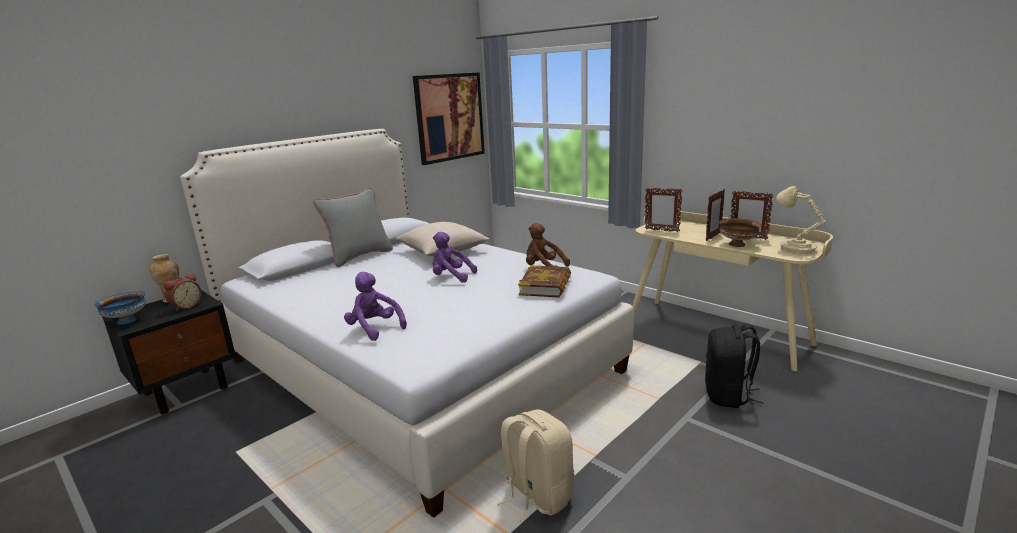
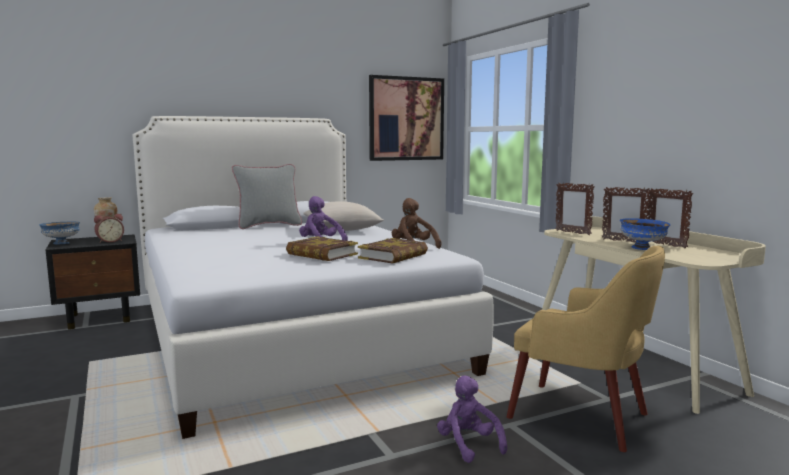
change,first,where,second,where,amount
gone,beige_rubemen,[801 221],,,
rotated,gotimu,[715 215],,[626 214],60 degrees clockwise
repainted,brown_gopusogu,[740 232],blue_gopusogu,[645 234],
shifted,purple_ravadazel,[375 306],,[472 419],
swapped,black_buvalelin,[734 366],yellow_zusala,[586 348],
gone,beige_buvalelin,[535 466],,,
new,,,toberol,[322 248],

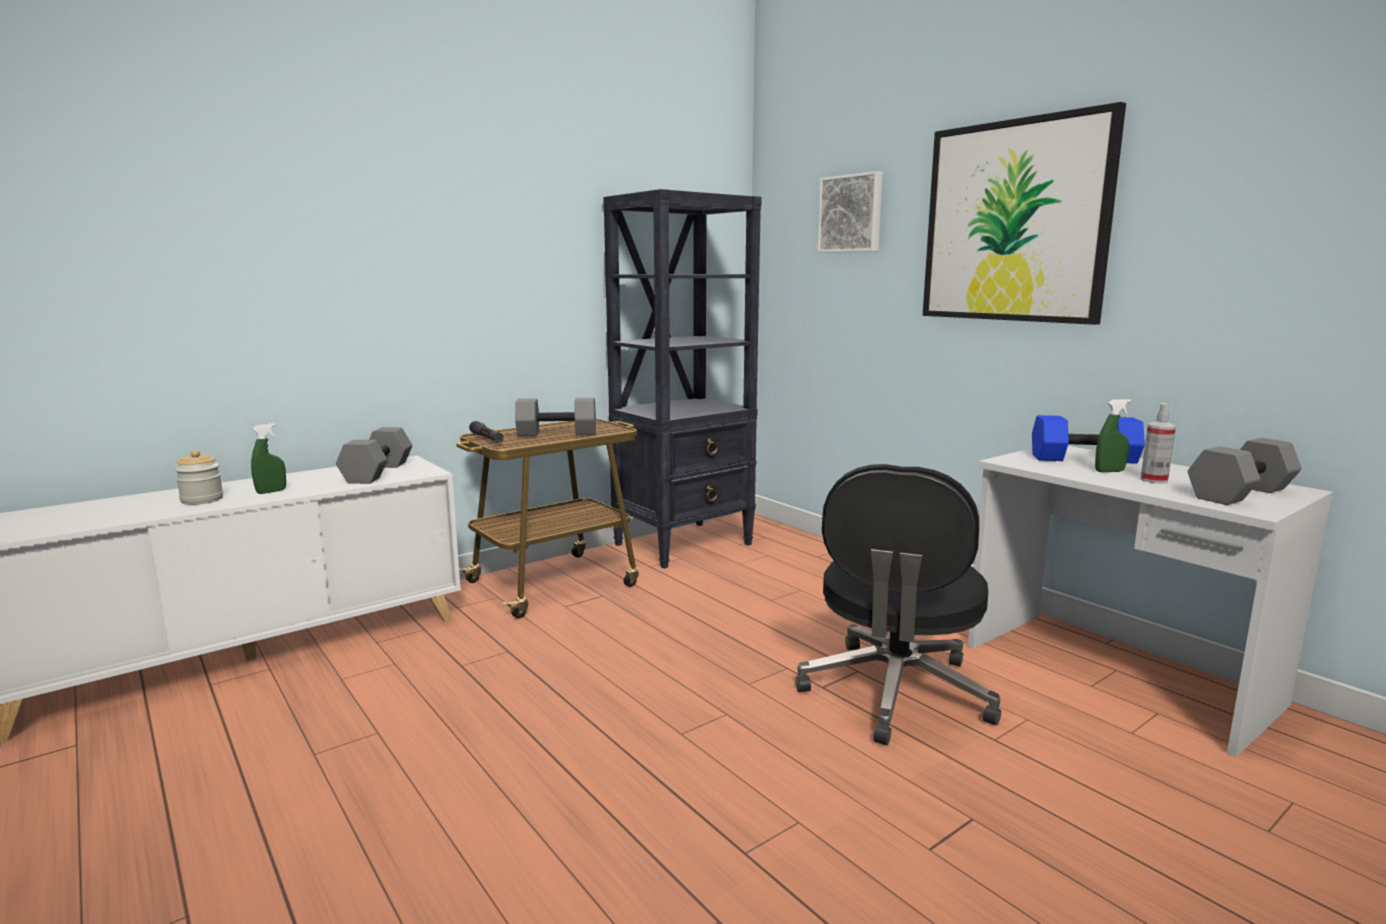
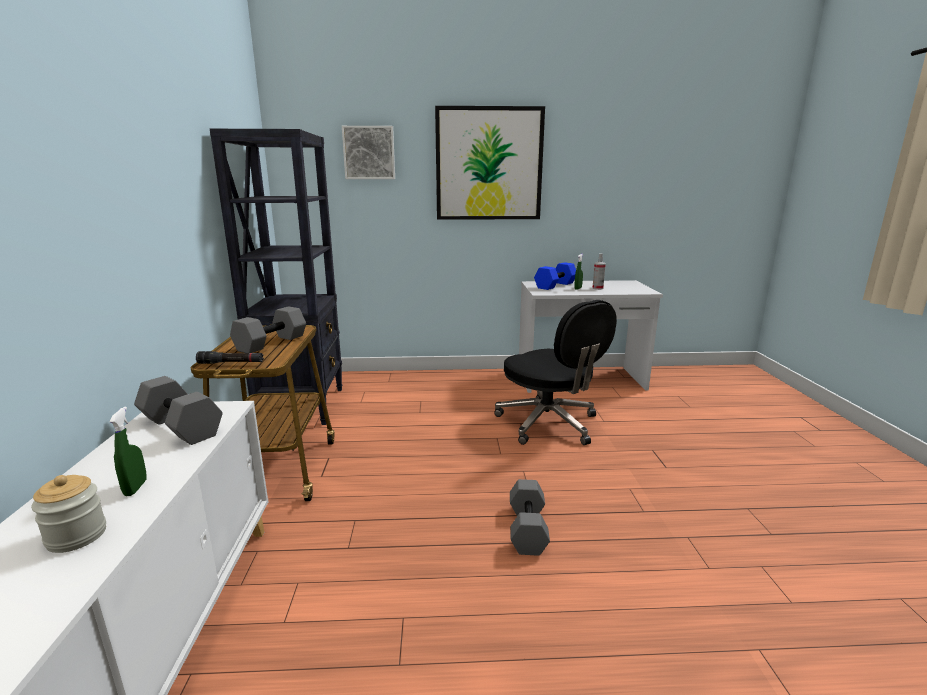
change,first,where,second,where,amount
shifted,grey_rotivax,[1245 471],,[530 517],

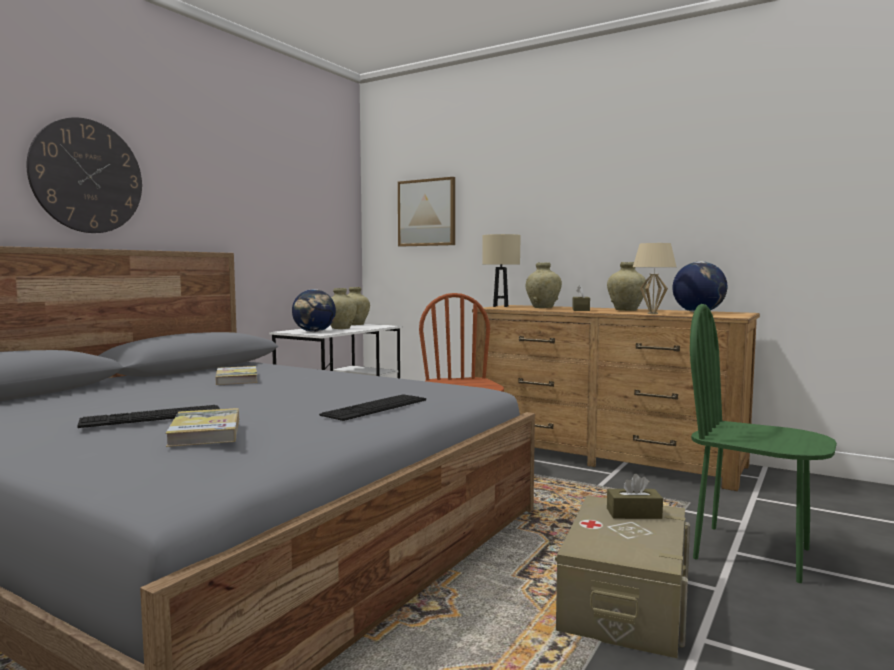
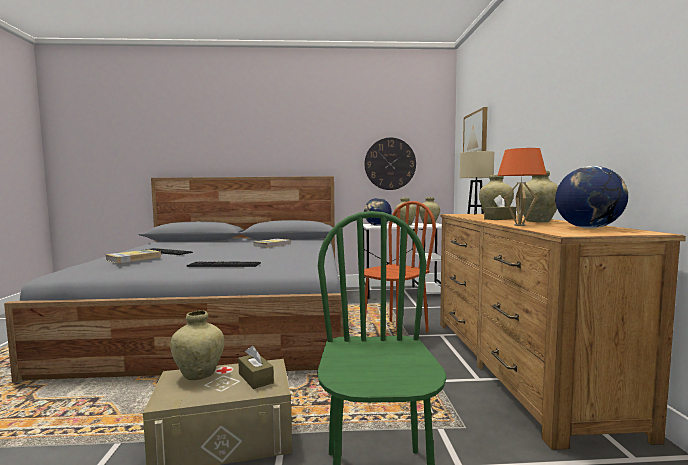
change,first,where,second,where,amount
shifted,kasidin,[84 175],,[390 164],
repainted,beige_rubemen,[654 278],orange_rubemen,[522 187],
new,,,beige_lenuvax,[197 345],

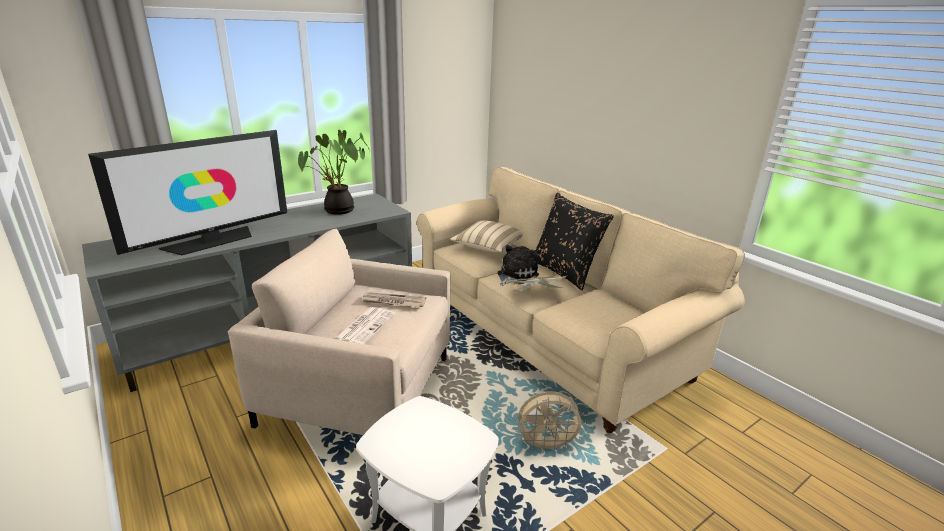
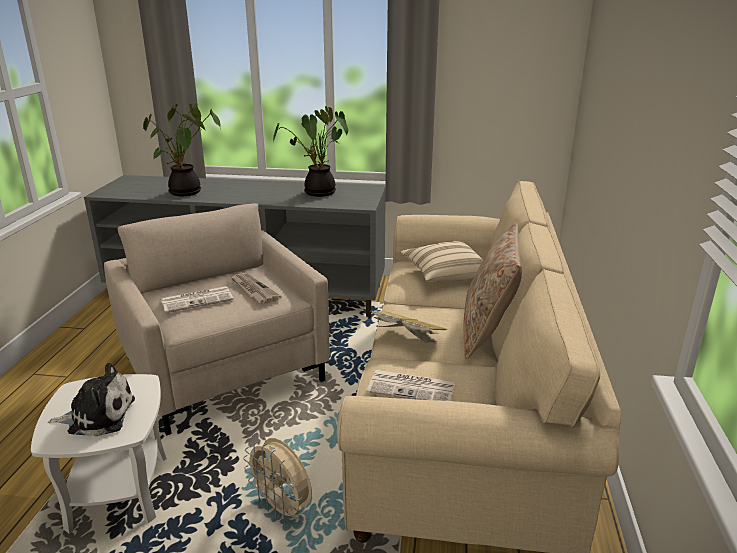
change,first,where,second,where,amount
swapped,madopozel,[187 192],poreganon,[182 149],
repainted,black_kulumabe,[575 241],beige_kulumabe,[493 291],
shifted,ravadazel,[518 265],,[91 400],
new,,,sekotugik,[411 385],

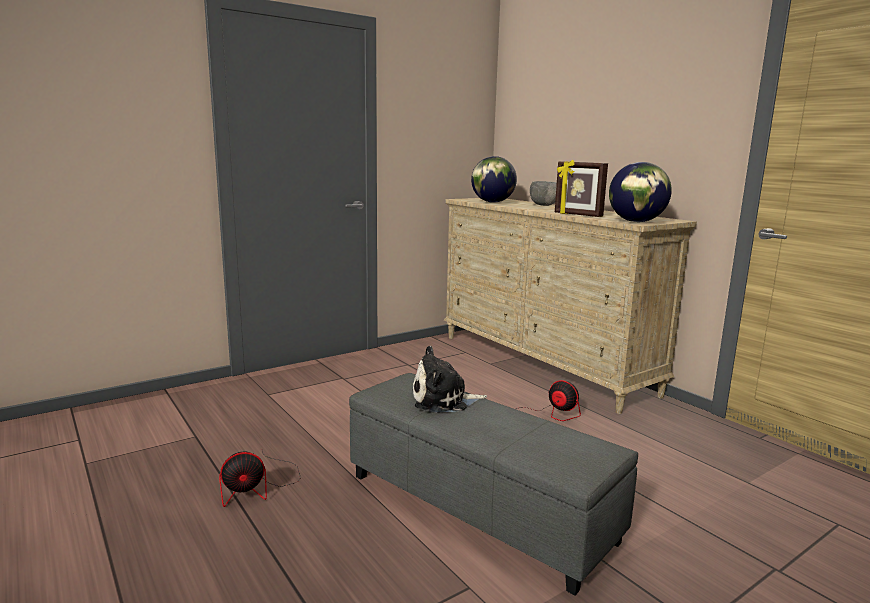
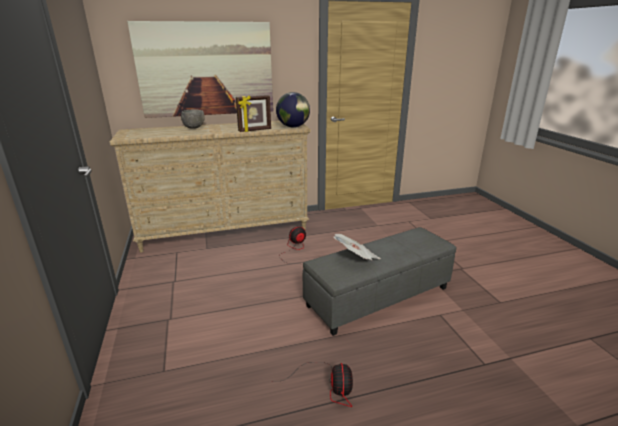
change,first,where,second,where,amount
gone,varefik,[494 179],,,
swapped,ravadazel,[450 379],sekotugik,[357 247],
new,,,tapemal,[200 69],

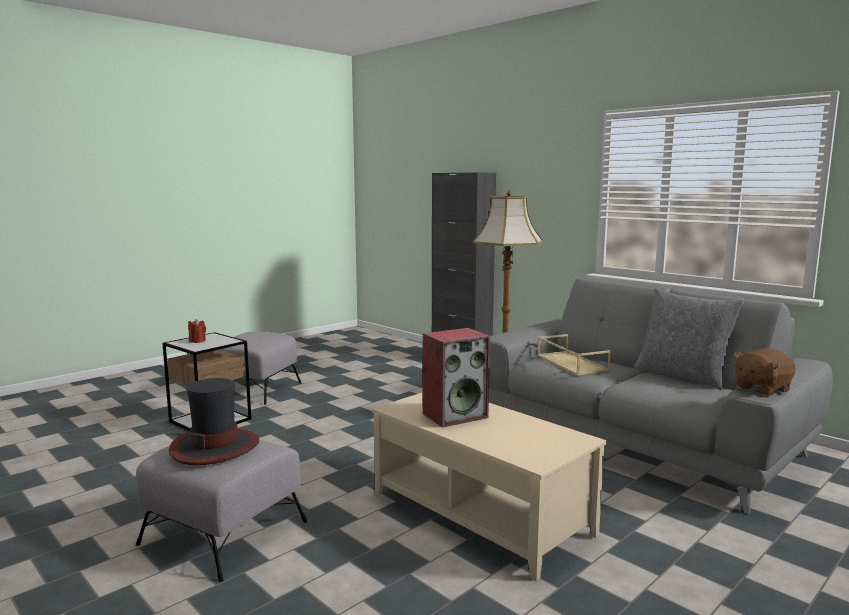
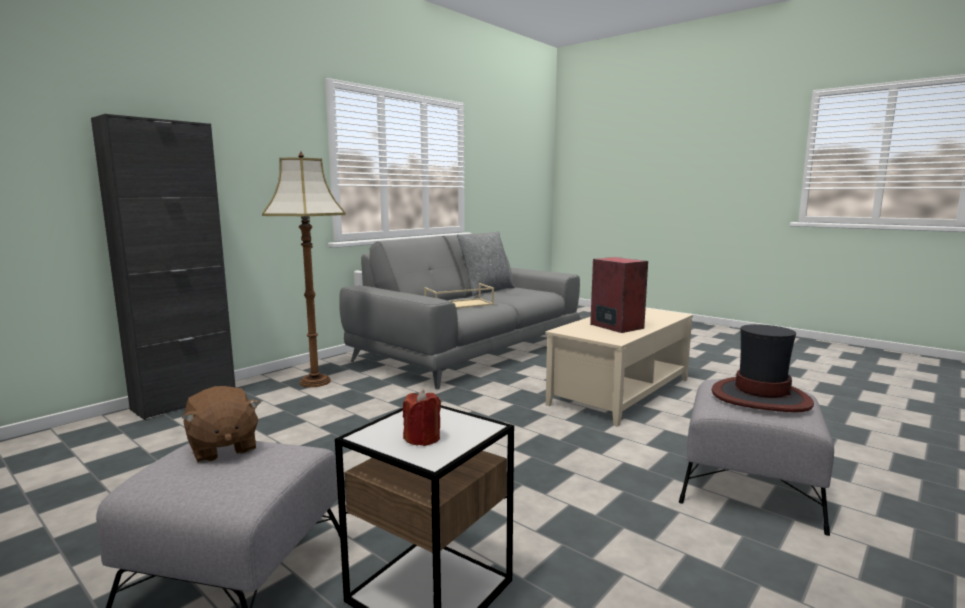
change,first,where,second,where,amount
shifted,brown_ravadazel,[765 372],,[221 424],

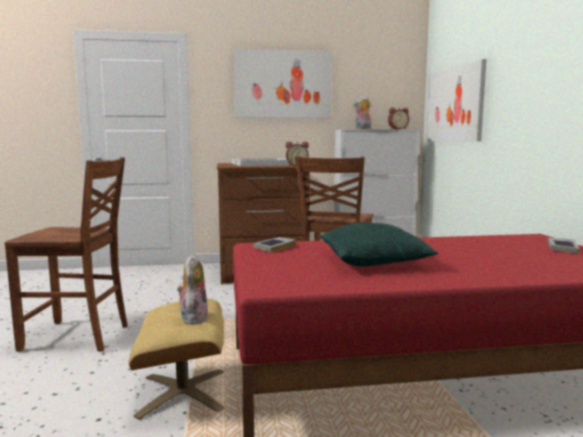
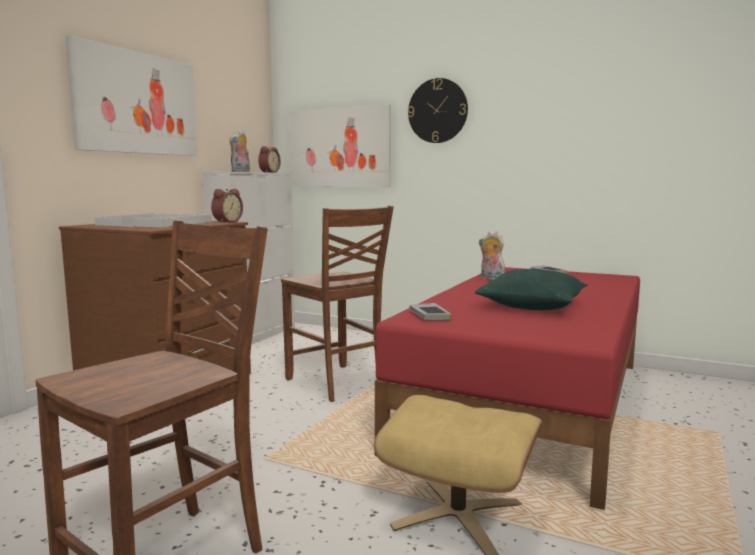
change,first,where,second,where,amount
shifted,ravadazel,[192 289],,[492 255],
new,,,kasidin,[438 110],

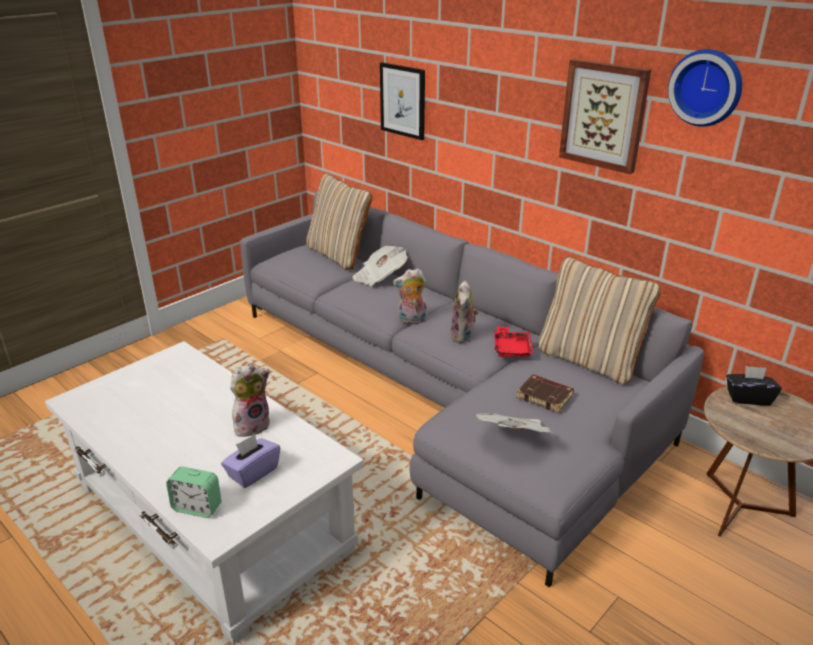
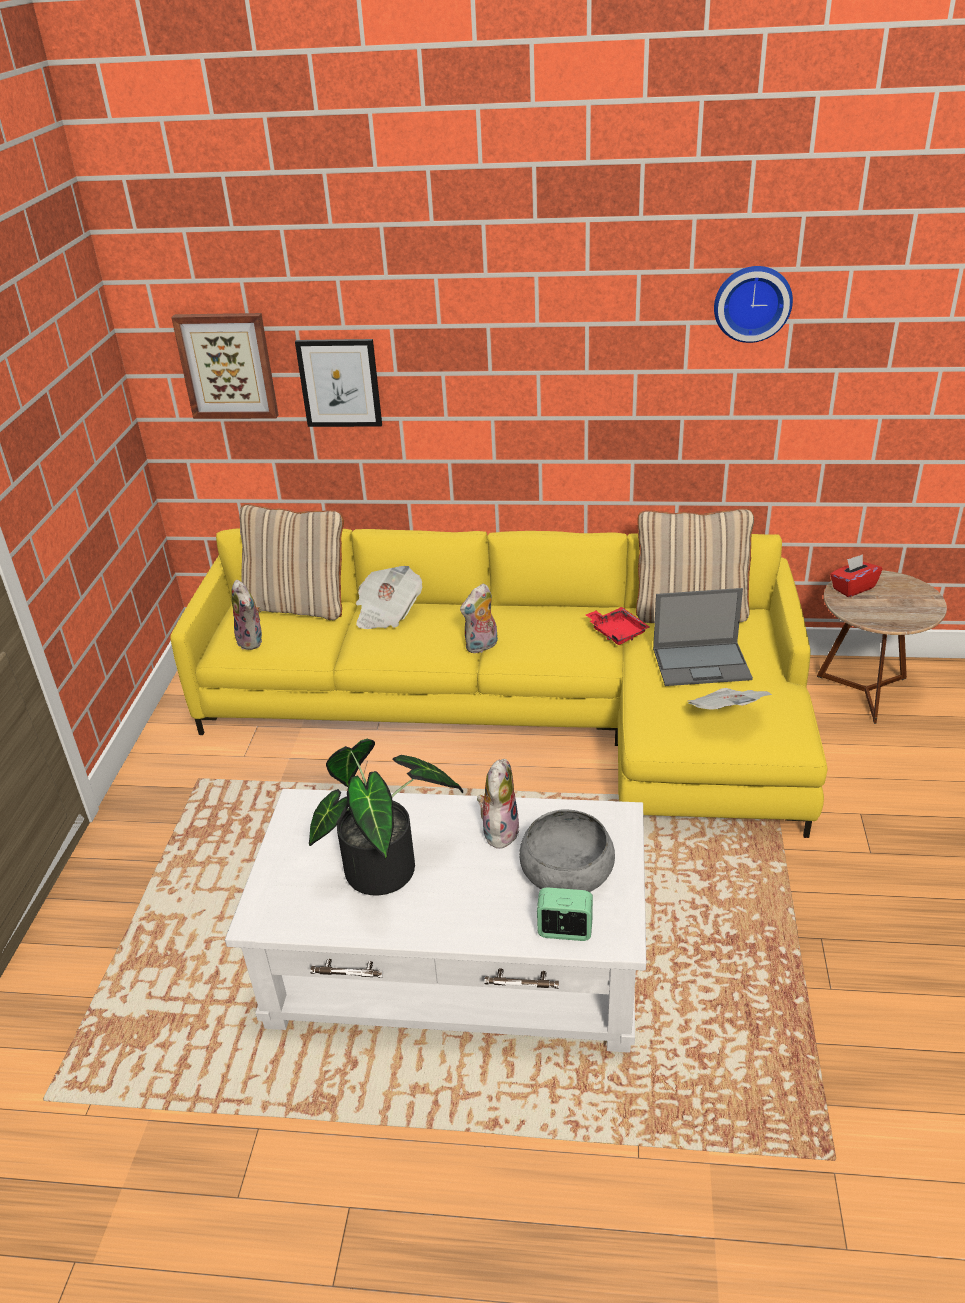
change,first,where,second,where,amount
shifted,tapemal,[605 116],,[224 366],
repainted,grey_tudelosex,[472 389],yellow_tudelosex,[498 683],
shifted,ravadazel,[464 312],,[246 615],
repainted,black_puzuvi,[754 386],red_puzuvi,[856 575],
swapped,brown_toberol,[545 393],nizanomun,[703 637],
swapped,purple_puzuvi,[250 461],grey_gopusogu,[567 851],
rotated,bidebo,[193 492],,[565 914],150 degrees counterclockwise
new,,,poreganon,[386 817],

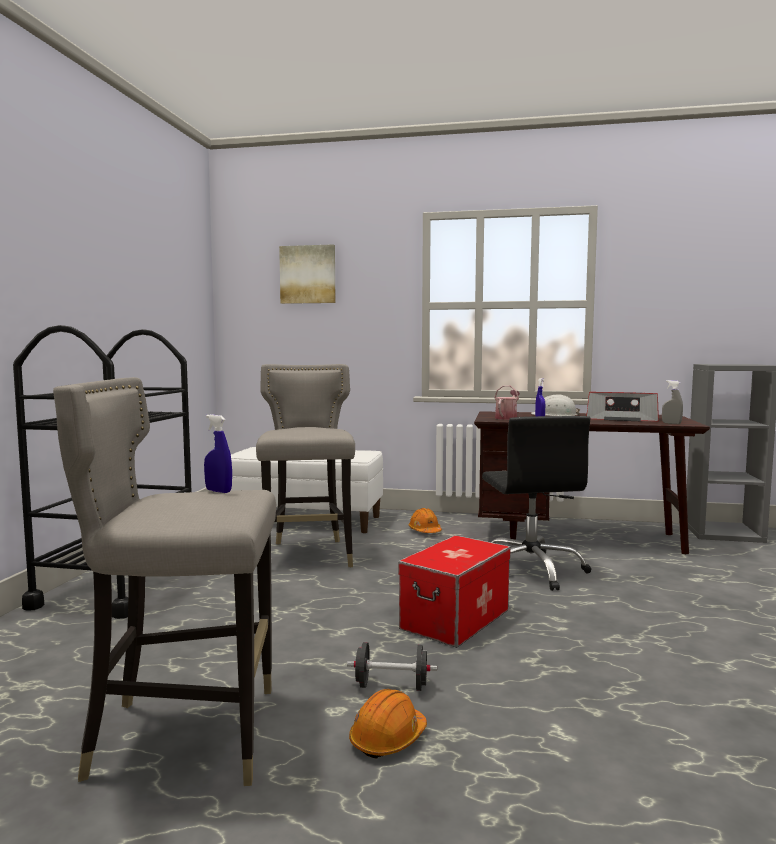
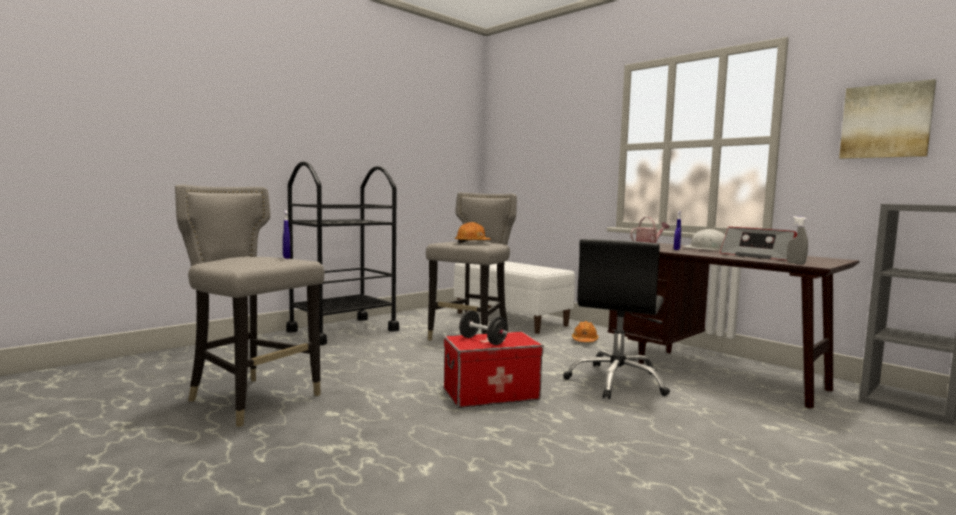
change,first,where,second,where,amount
shifted,tapemal,[307 274],,[887 119],
shifted,black_rotivax,[392 666],,[483 327],
shifted,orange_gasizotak,[388 724],,[473 232],

